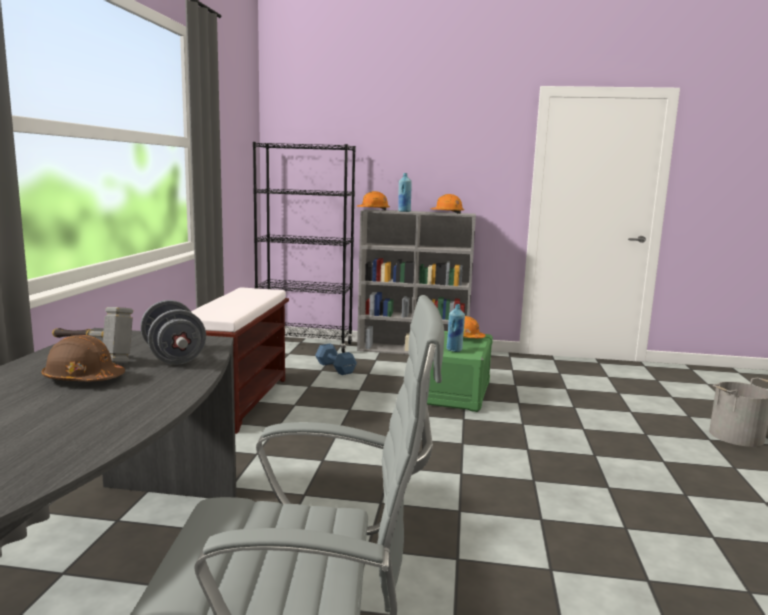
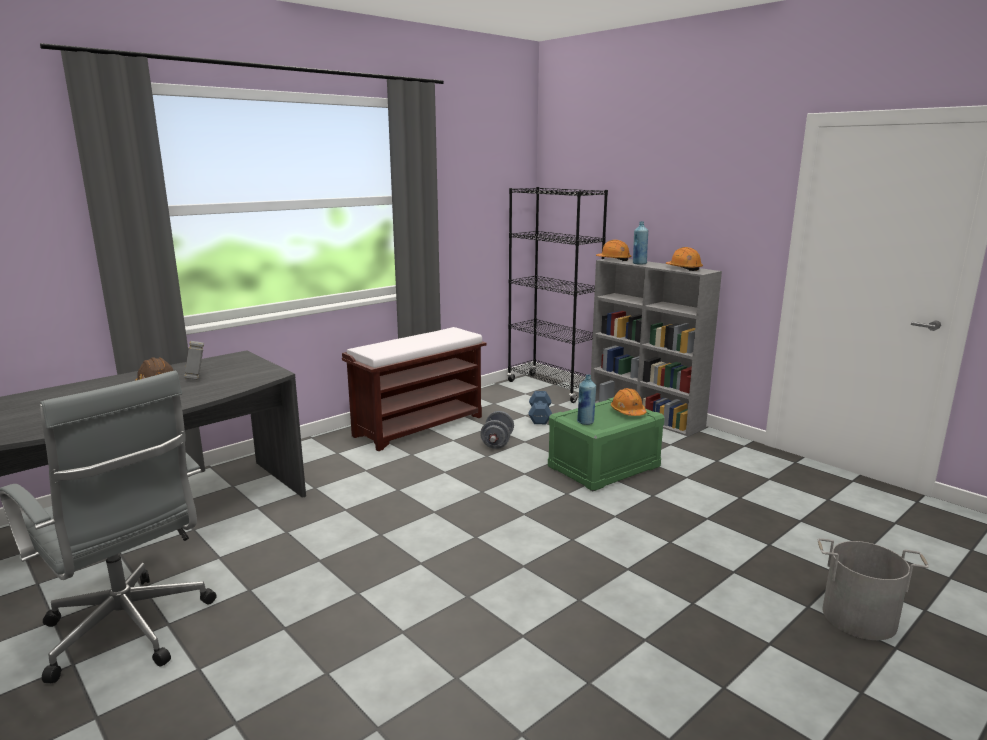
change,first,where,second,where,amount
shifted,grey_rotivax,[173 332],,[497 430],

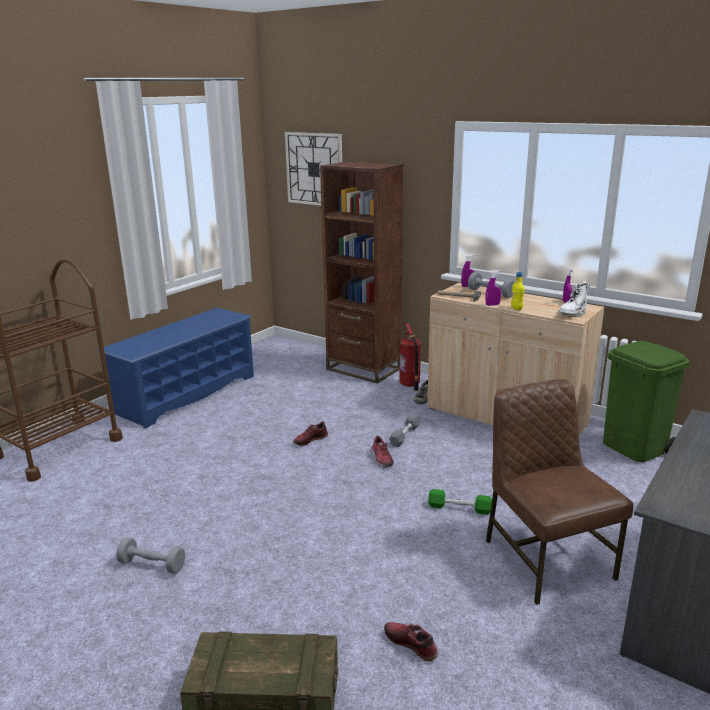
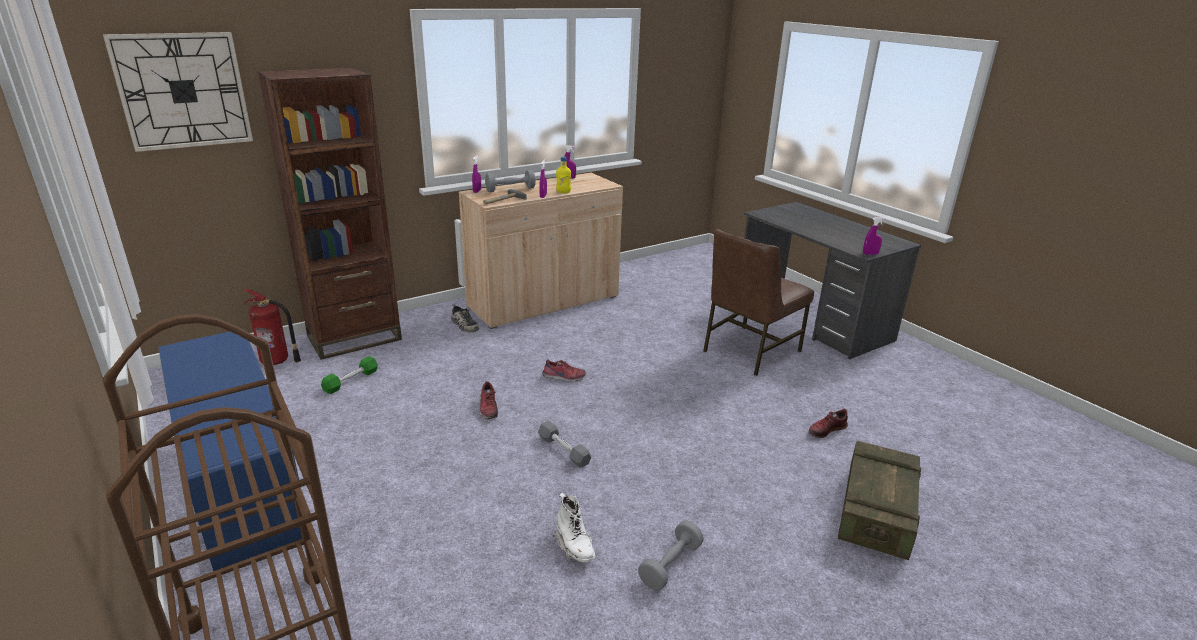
change,first,where,second,where,amount
shifted,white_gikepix,[574 299],,[574 527],
shifted,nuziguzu,[410 357],,[272 327],
gone,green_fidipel,[646 401],,,
rotated,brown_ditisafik,[559 492],,[758 302],45 degrees counterclockwise
shifted,grey_rotivax,[405 430],,[564 444],
shifted,green_rotivax,[460 502],,[349 375],
new,,,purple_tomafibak,[874 236],

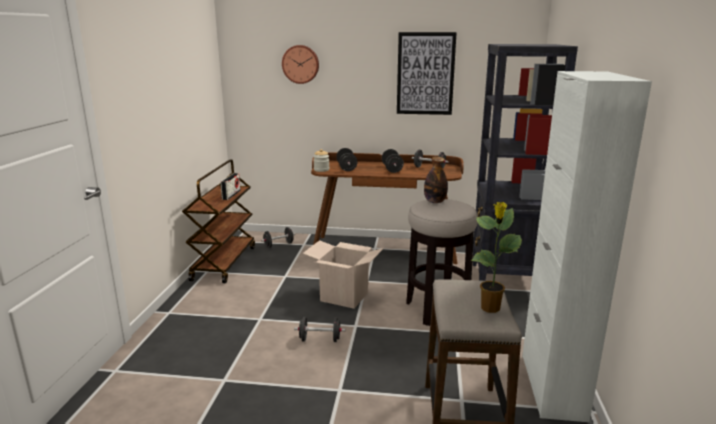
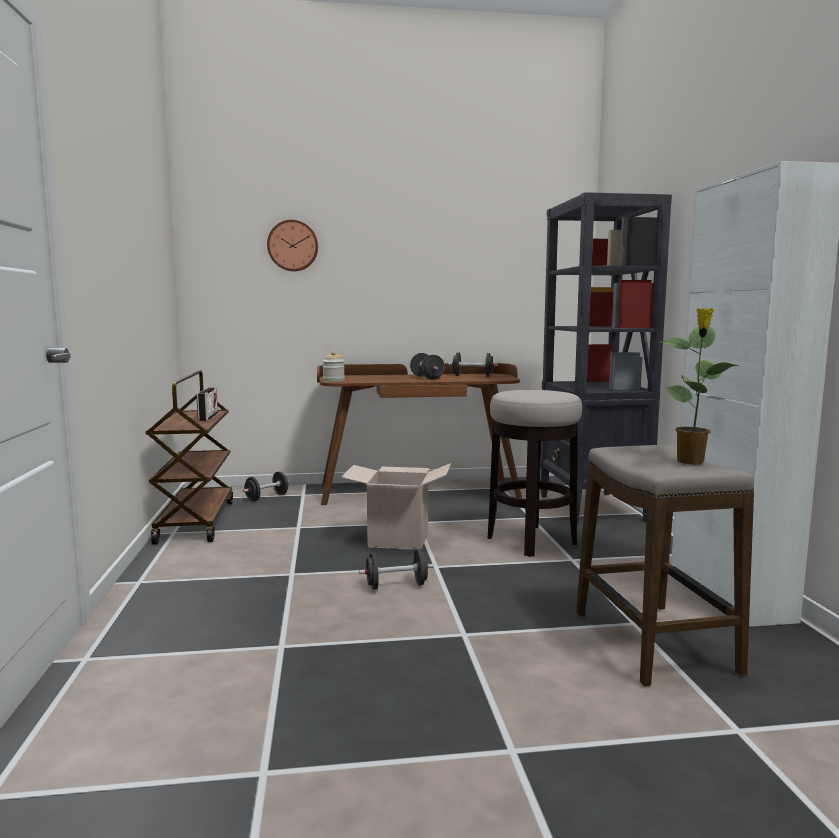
change,first,where,second,where,amount
gone,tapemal,[427 73],,,
gone,black_rotivax,[346 159],,,
gone,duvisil,[436 180],,,

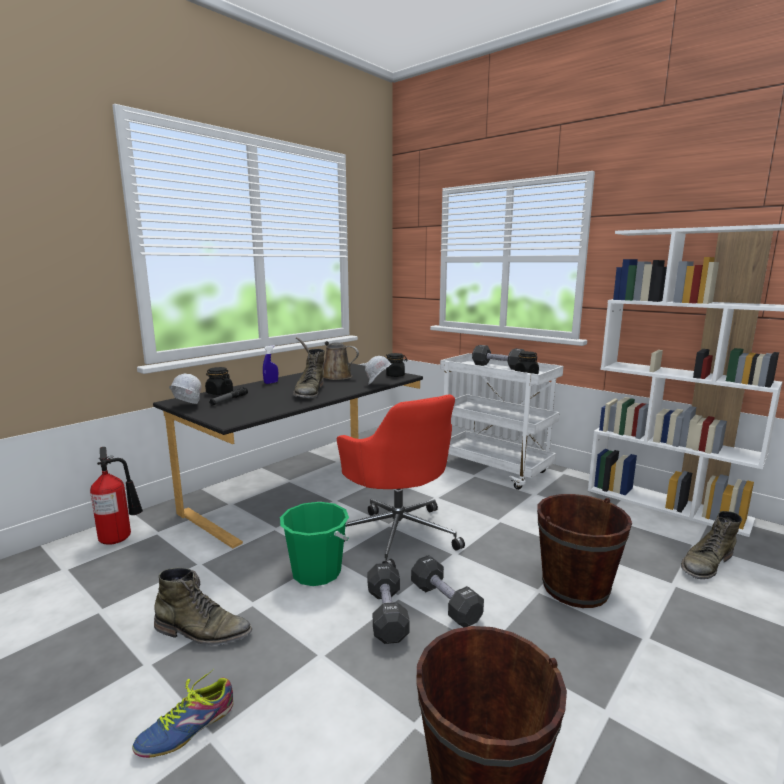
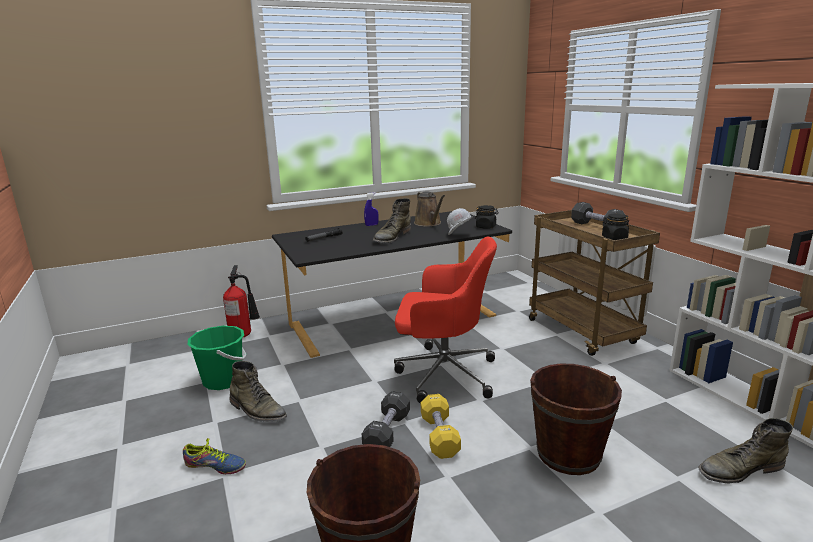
change,first,where,second,where,amount
rotated,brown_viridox,[327 358],,[429 209],150 degrees counterclockwise
repainted,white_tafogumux,[501 421],brown_tafogumux,[594 283],
gone,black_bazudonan,[219 381],,,
gone,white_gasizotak,[185 388],,,
rotated,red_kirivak,[401 481],,[445 320],75 degrees counterclockwise
shifted,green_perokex,[314 544],,[217 358],
repainted,black_rotivax,[447 591],yellow_rotivax,[441 426],
rotated,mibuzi,[182 713],,[214 456],150 degrees counterclockwise

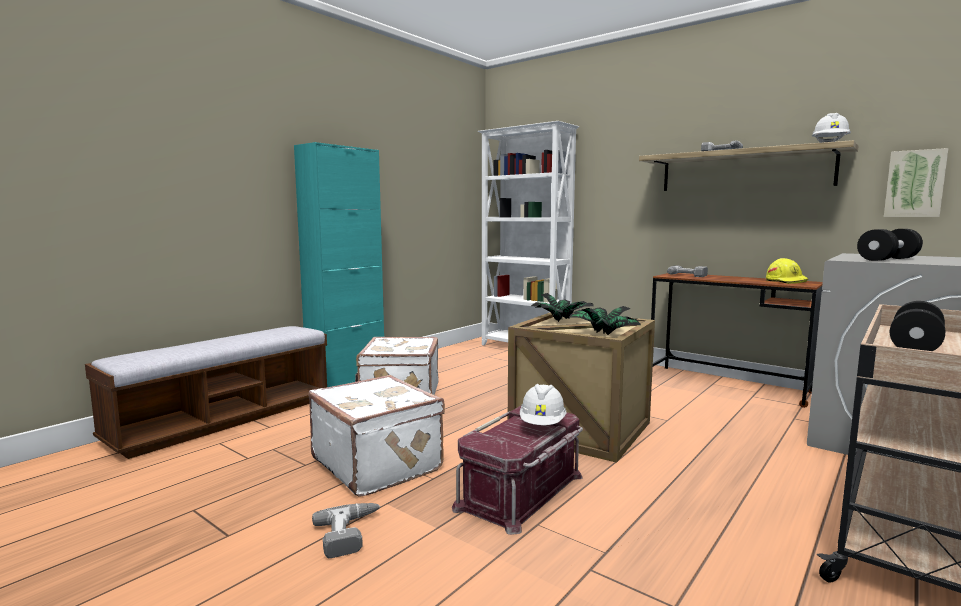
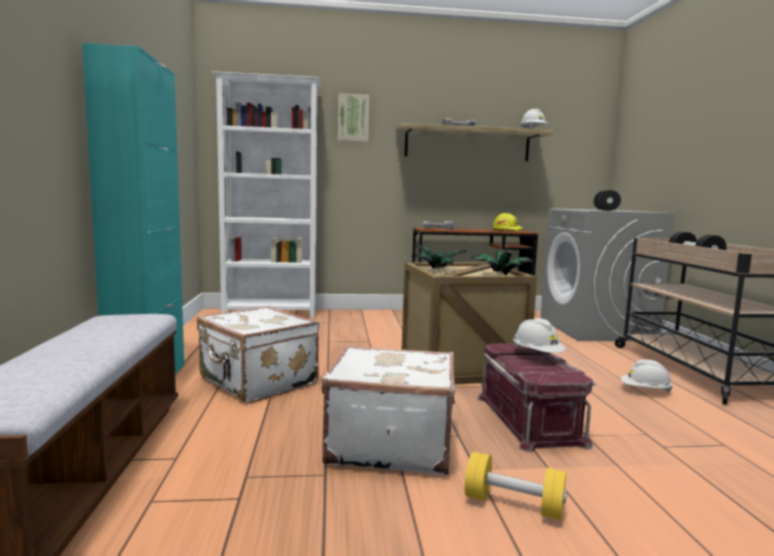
change,first,where,second,where,amount
shifted,tapemal,[916 182],,[353 117],
swapped,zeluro,[346 530],yellow_rotivax,[516 486],
new,,,white_gasizotak,[647 376],

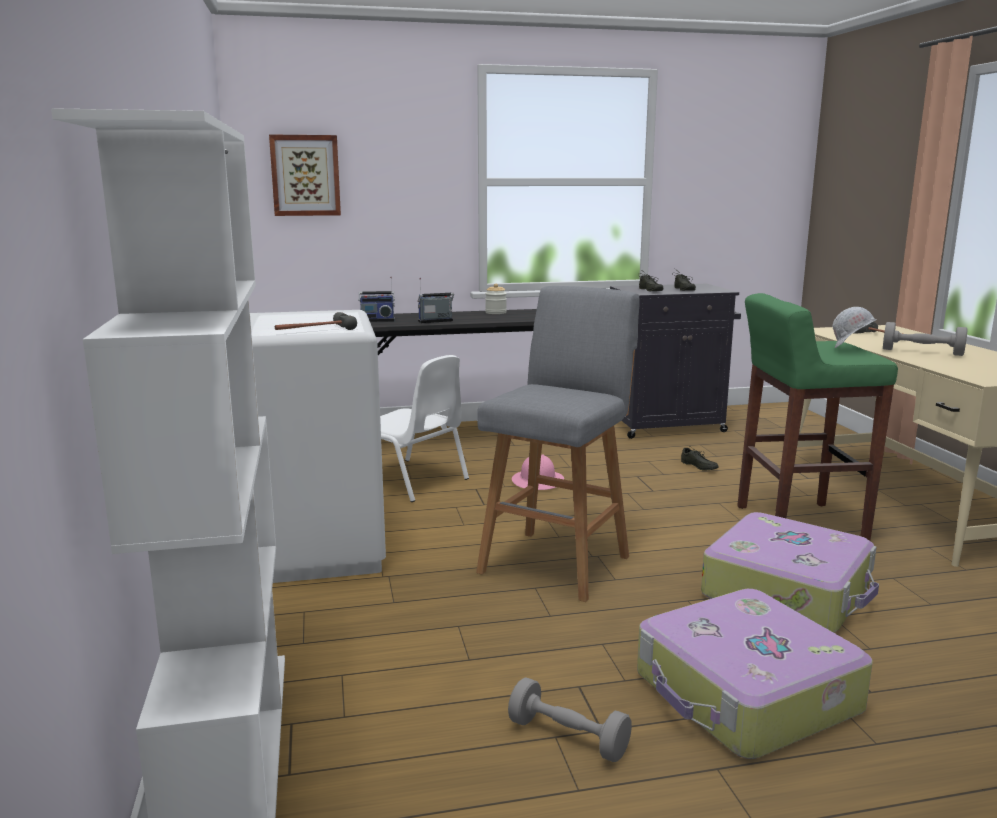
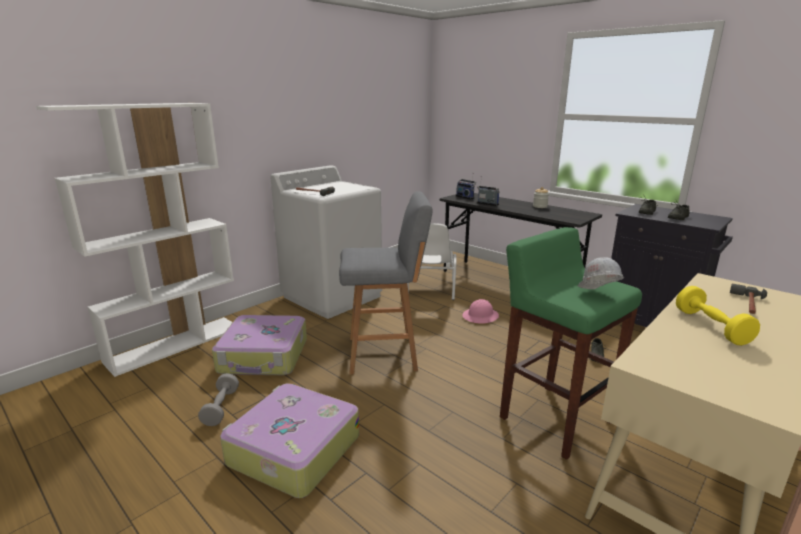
change,first,where,second,where,amount
gone,tapemal,[305 175],,,
repainted,grey_rotivax,[925 339],yellow_rotivax,[718 316],
shifted,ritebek,[790 572],,[259 345],

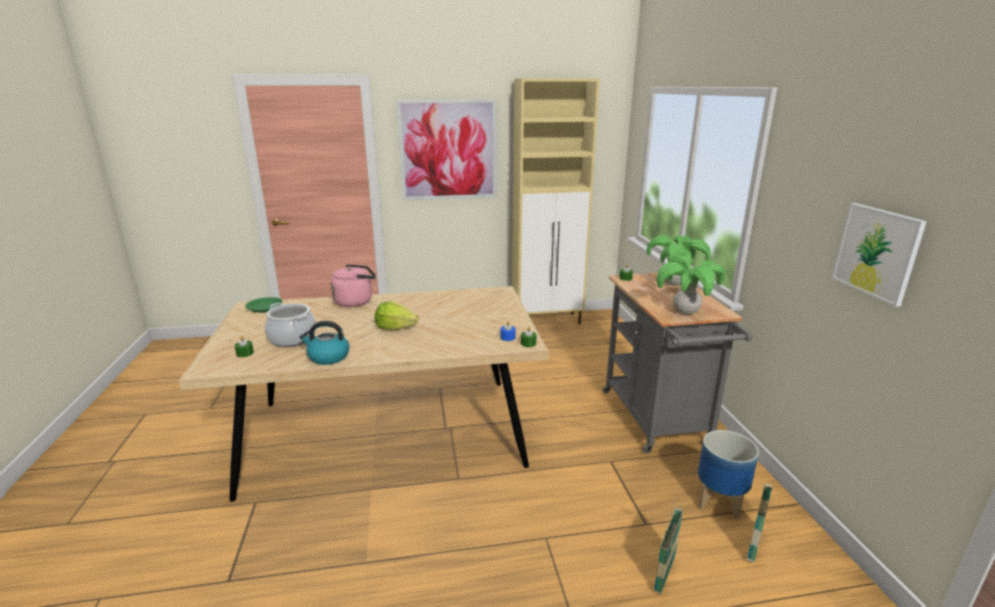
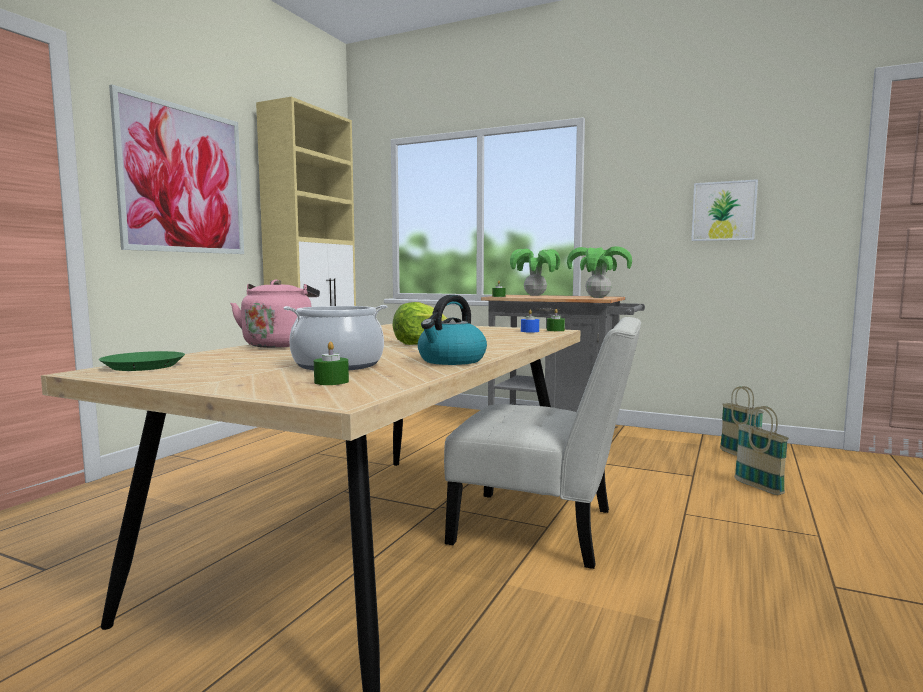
change,first,where,second,where,amount
gone,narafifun,[728 475],,,
new,,,white_ditisafik,[542 443],

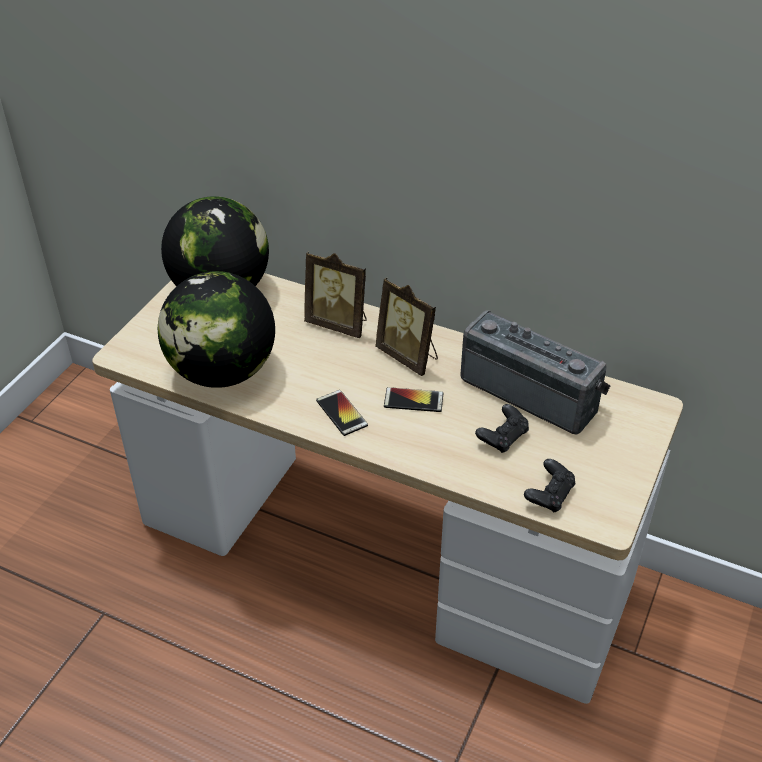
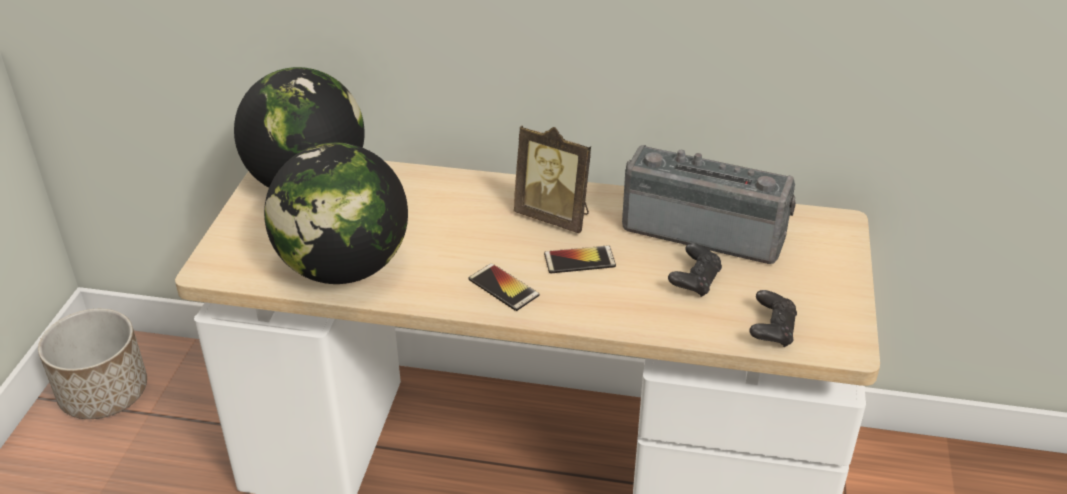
change,first,where,second,where,amount
gone,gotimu,[335 295],,,
new,,,narafifun,[92 364],

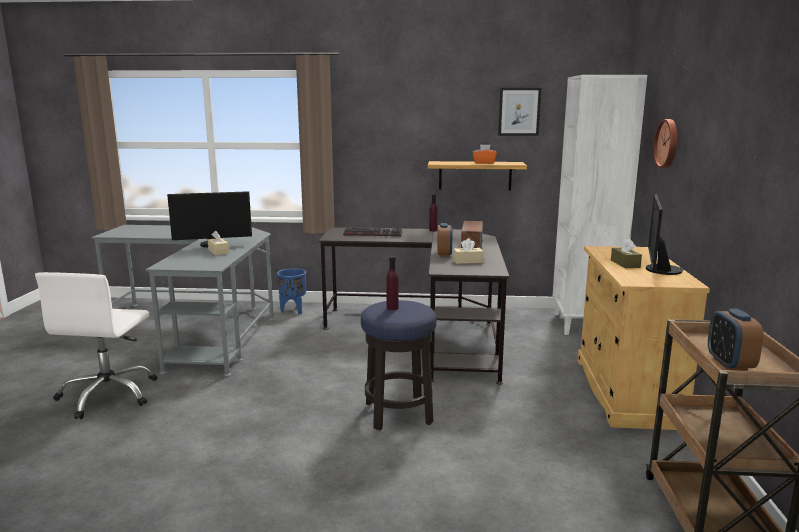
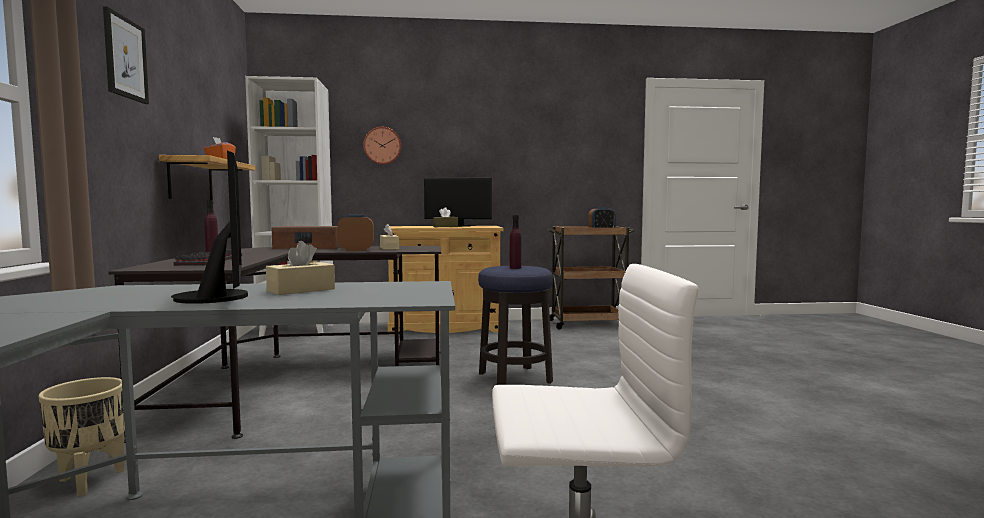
change,first,where,second,where,amount
shifted,tapemal,[520 112],,[126 55],
repainted,blue_narafifun,[291 291],beige_narafifun,[82 436],

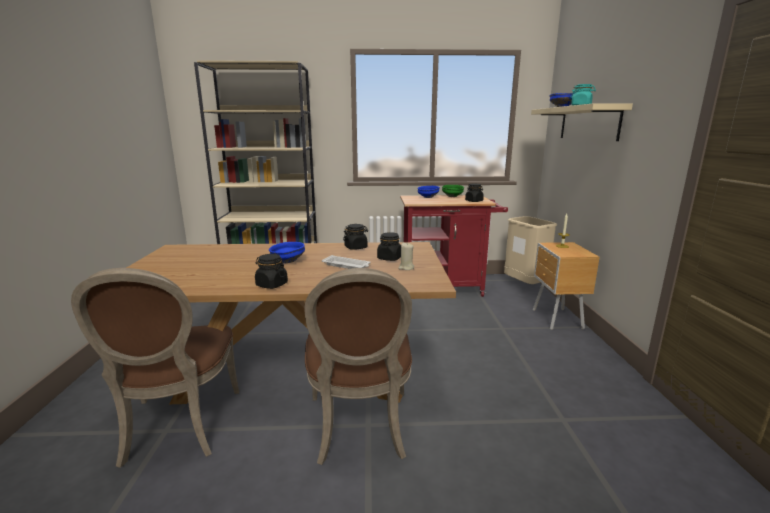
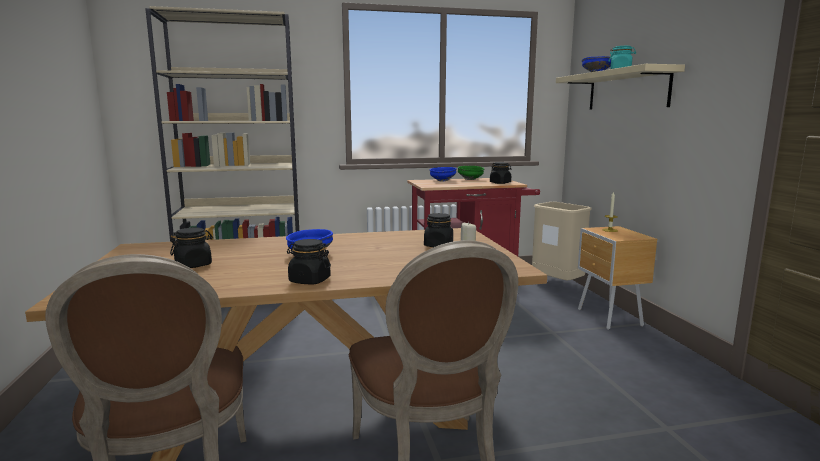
change,first,where,second,where,amount
shifted,black_bazudonan,[355 237],,[191 248],
gone,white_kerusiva,[346 262],,,

